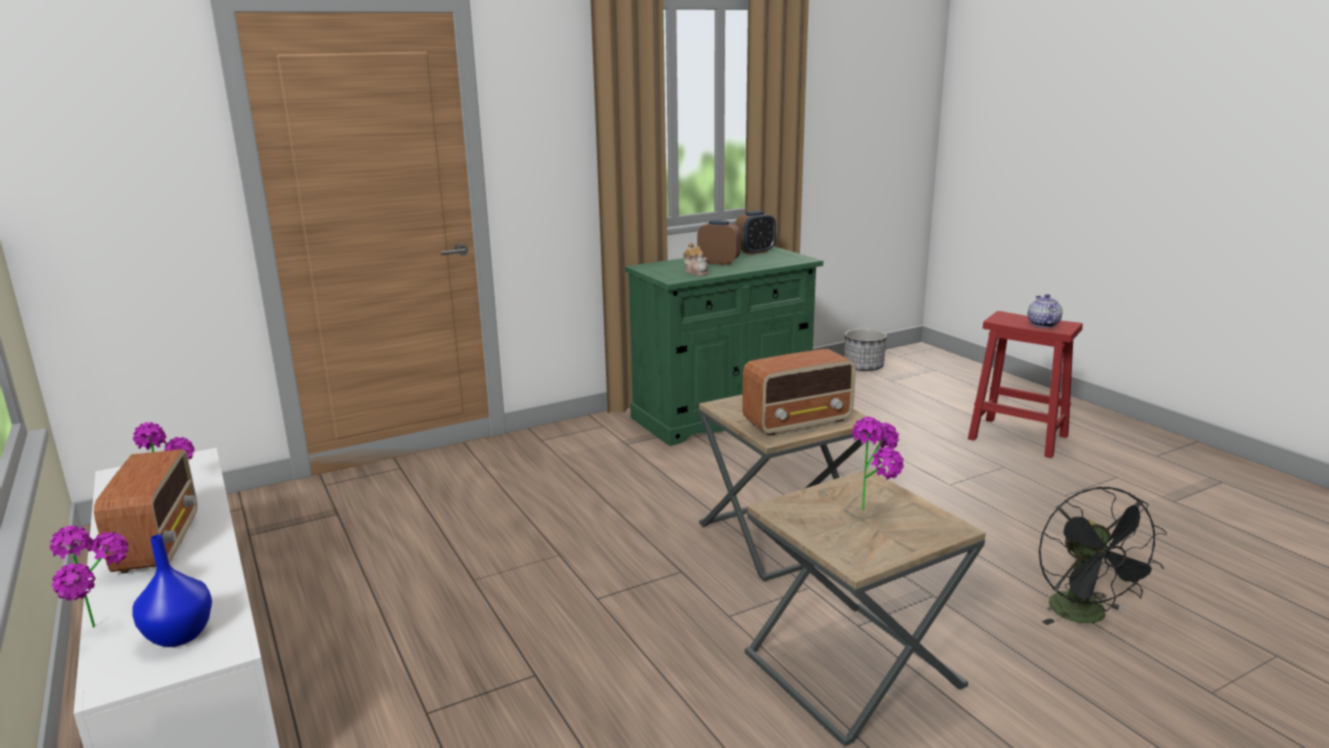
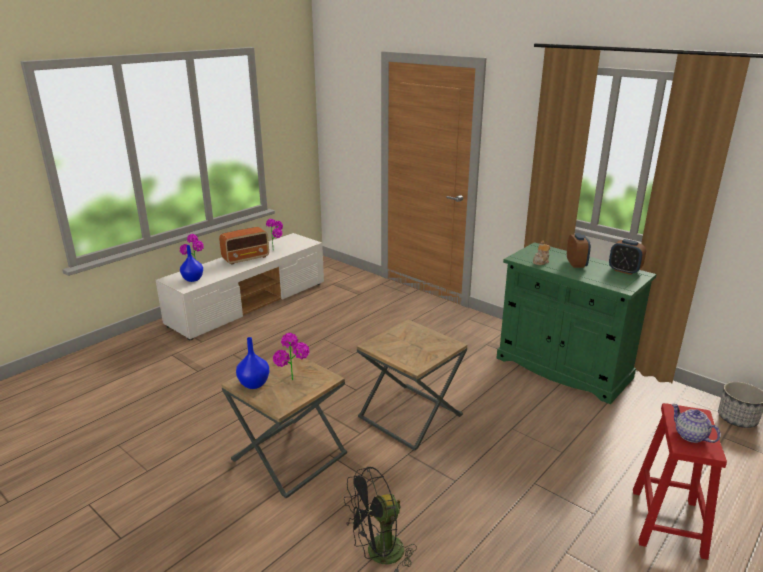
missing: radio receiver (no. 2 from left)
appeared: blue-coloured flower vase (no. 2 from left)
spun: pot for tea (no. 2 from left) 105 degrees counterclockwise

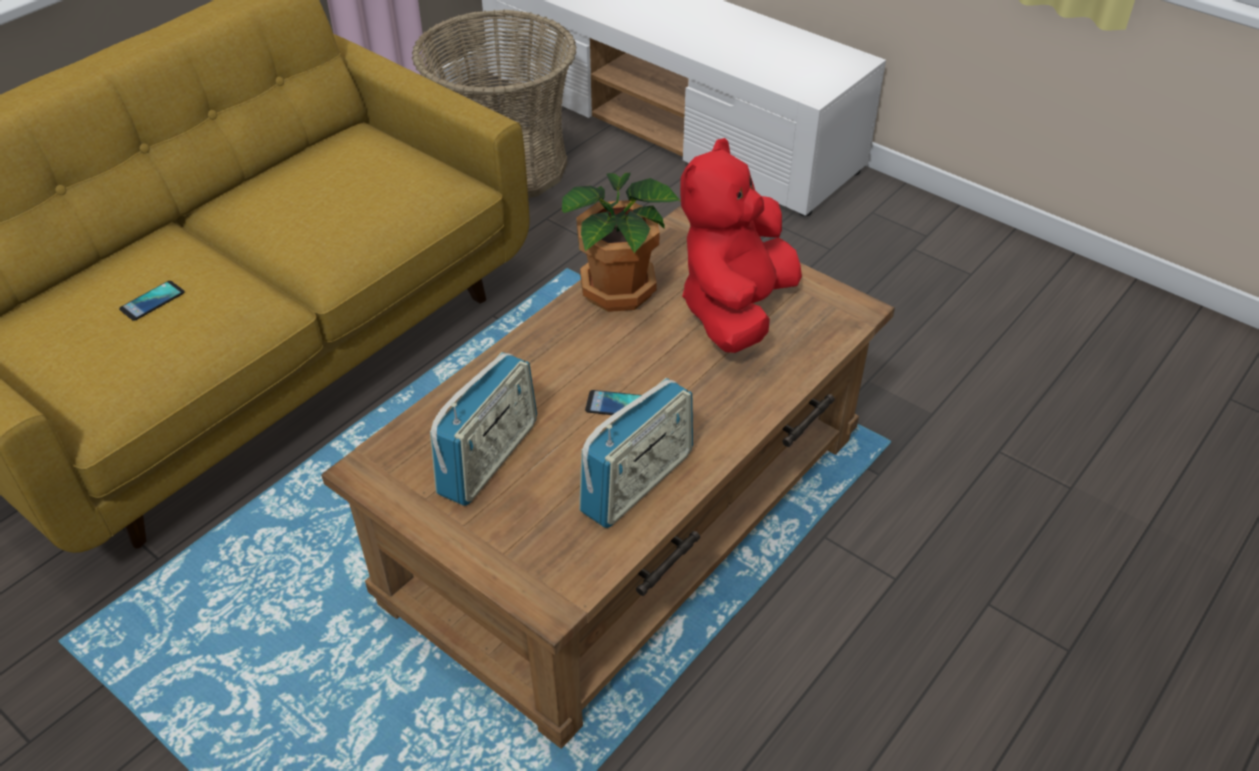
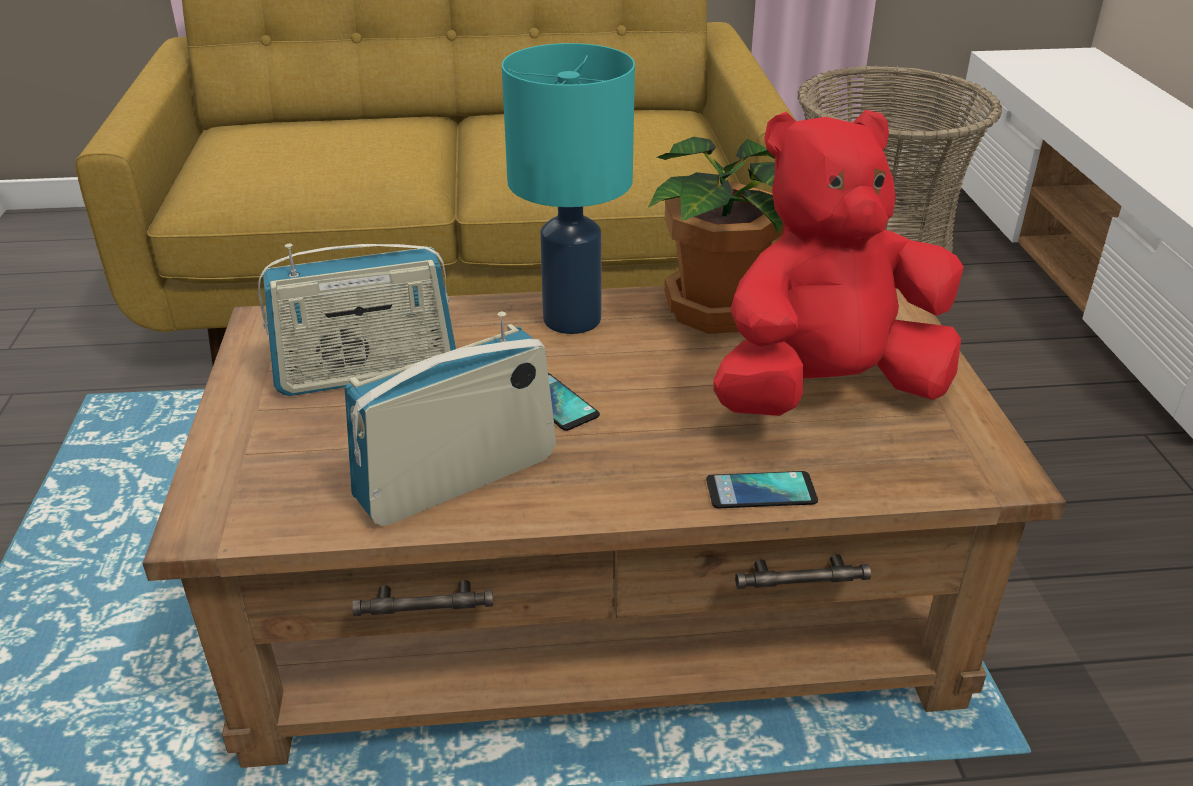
appeared: blue-green table lamp
relocated: phone (no. 1 from left in the first image) to phone (no. 2 from left)
spun: radio receiver (no. 2 from left) 150 degrees clockwise

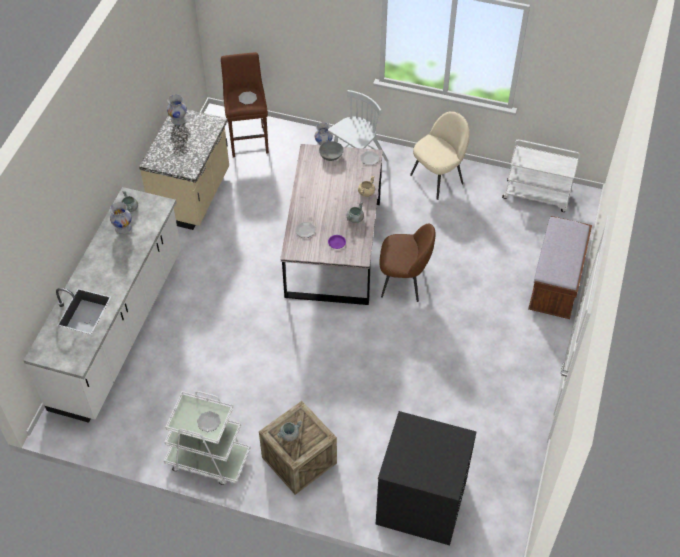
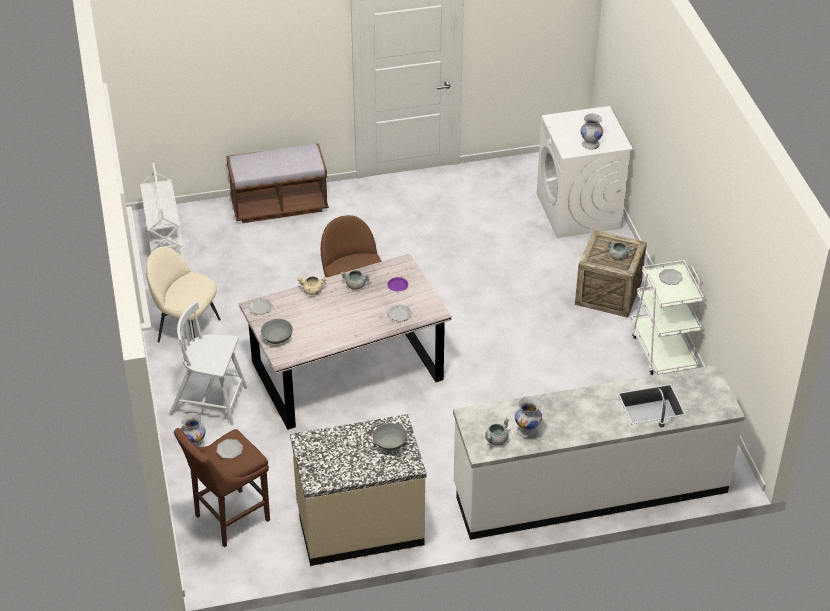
appeared: gray serving bowl (no. 2 from left)
relocated: white-coloured flower vase (no. 2 from left in the first image) to white-coloured flower vase (no. 3 from left)
colour: black laundry appliance to white-coloured laundry appliance

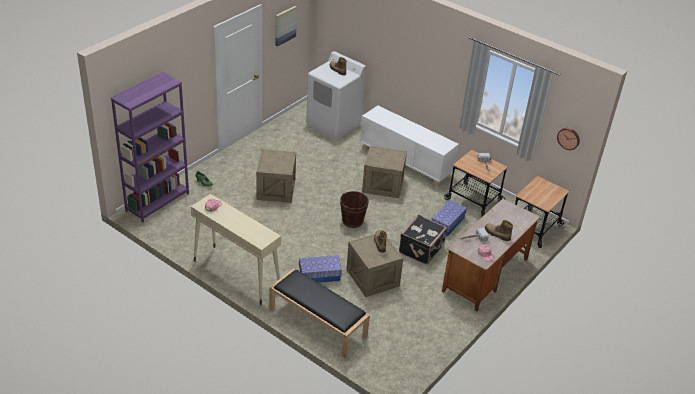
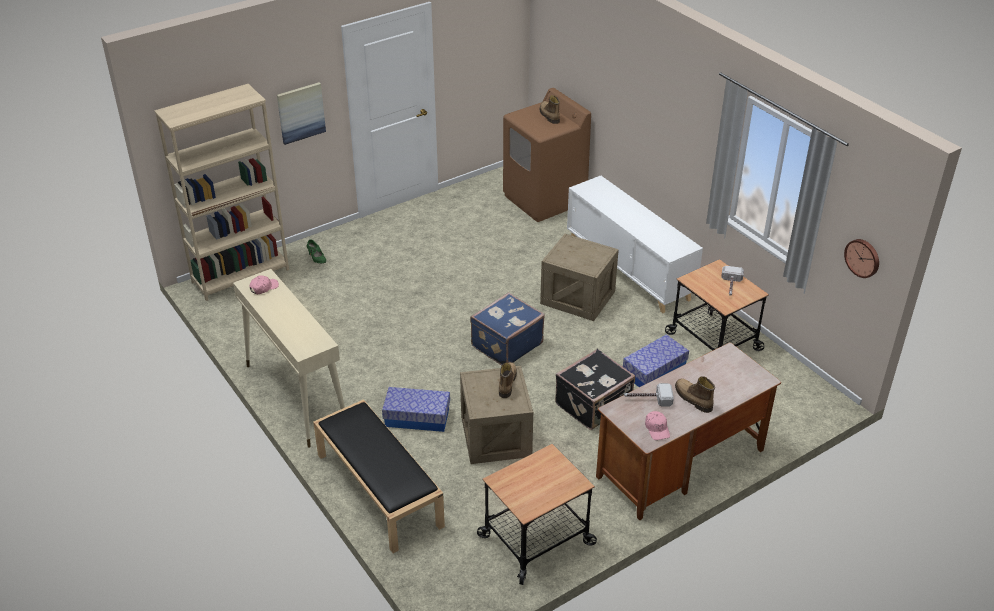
missing: crate (no. 1 from left)
relocated: picture; wheeled cart (no. 2 from left in the first image) to wheeled cart (no. 1 from left)
exchanged: brown-coloured bucket to blue-coloured piece of luggage
colour: purple shelving unit to sand-coloured shelving unit; white-coloured laundry appliance to brown-coloured laundry appliance

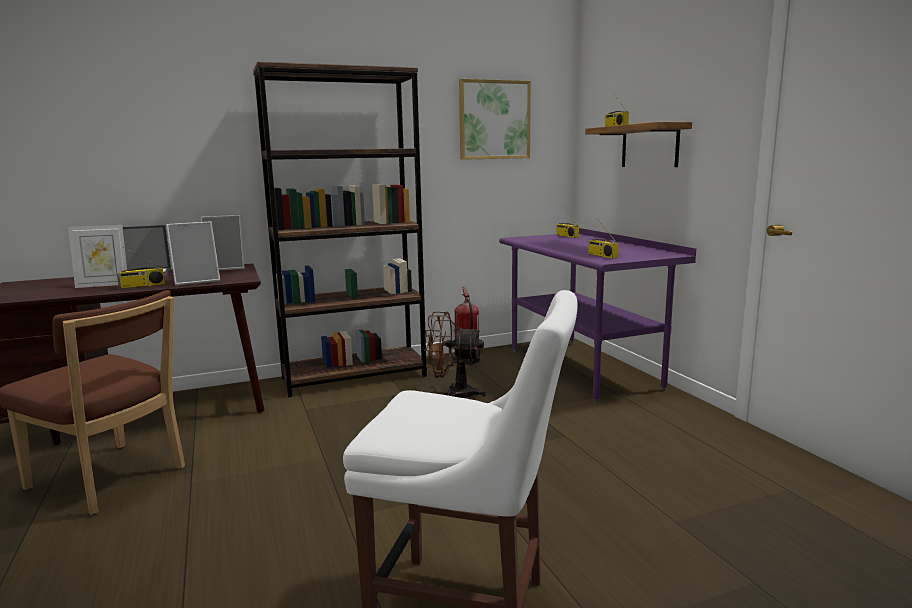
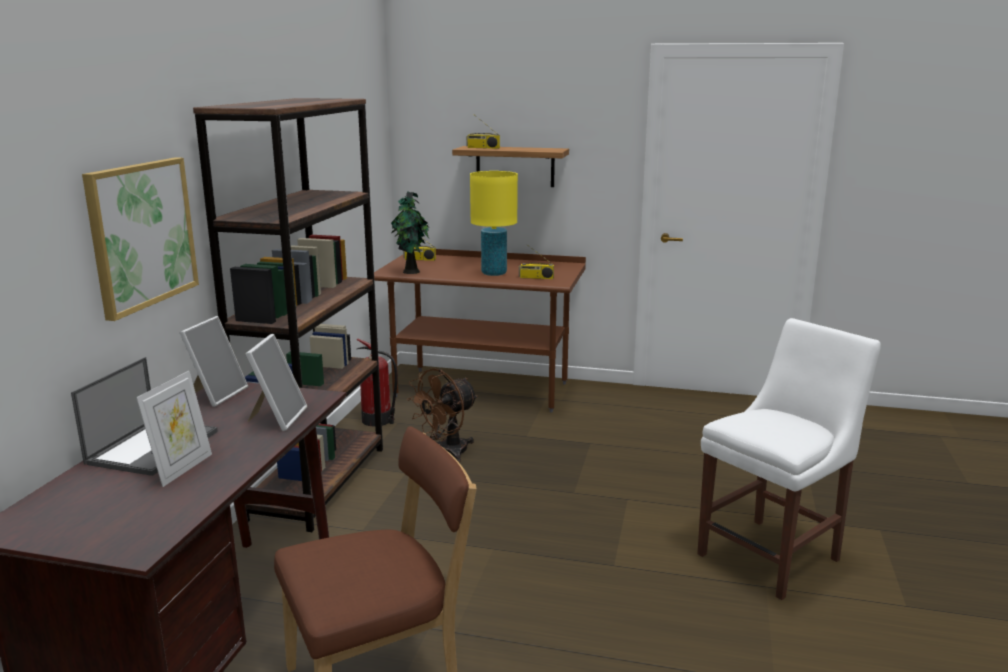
missing: radio receiver (no. 1 from left)
appeared: potted plant; yellow table lamp
relocated: picture
colour: purple desk table to brown-coloured desk table (no. 2 from left)

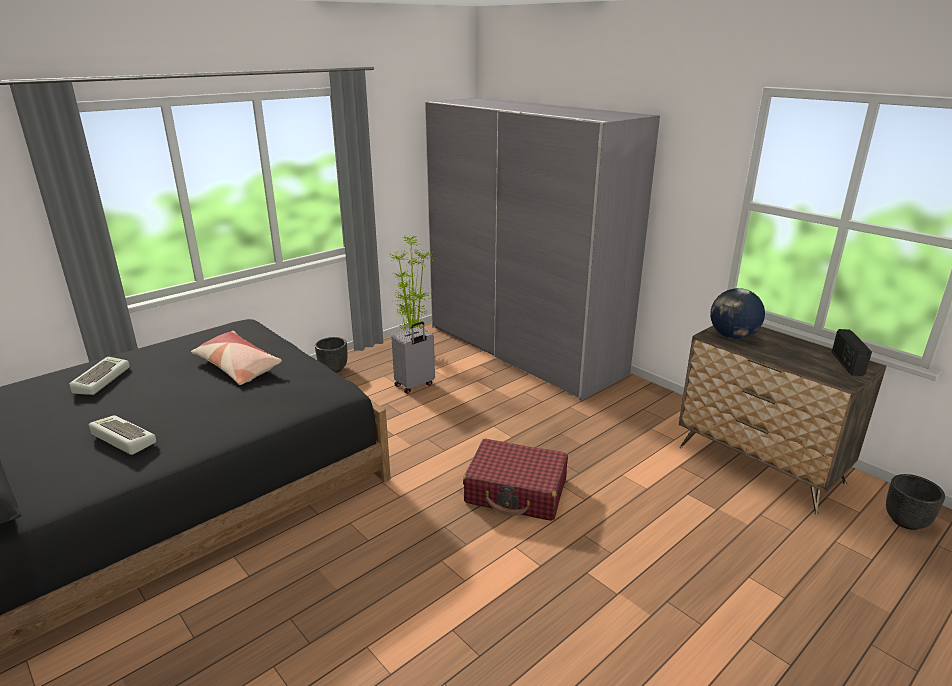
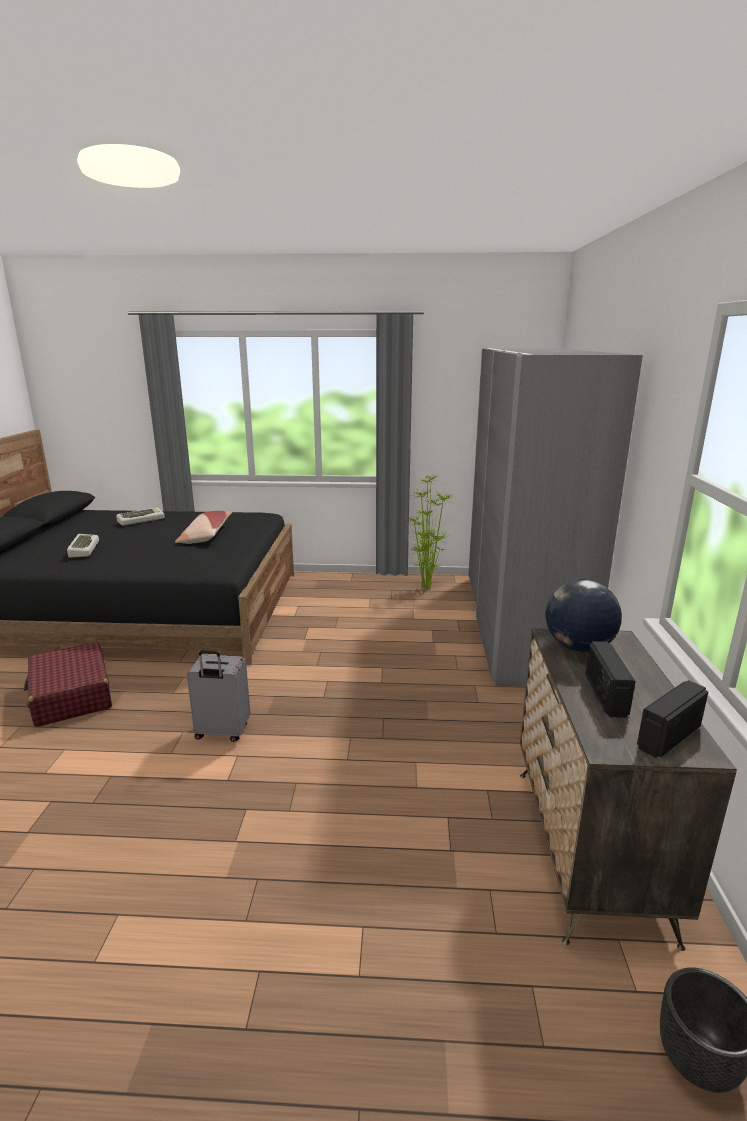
missing: black planter (no. 1 from left)
appeared: radio receiver (no. 1 from left)
relocated: red piece of luggage; gray piece of luggage

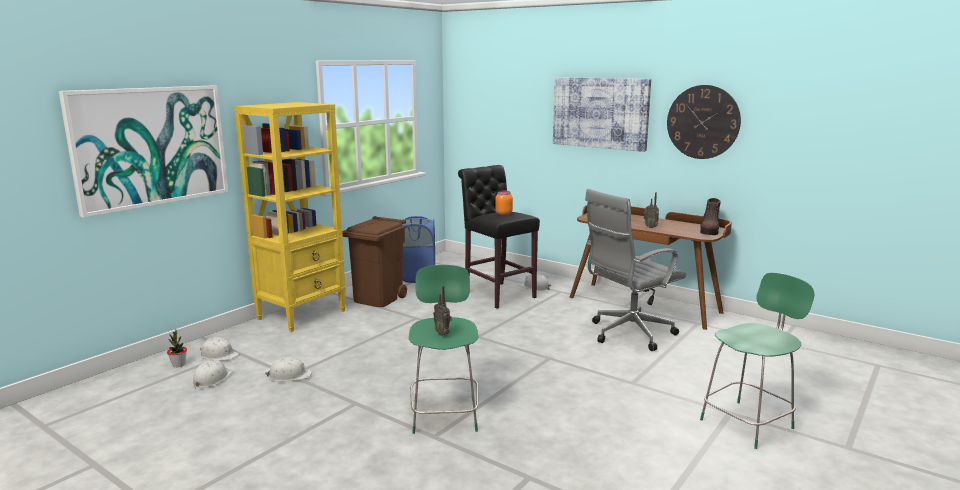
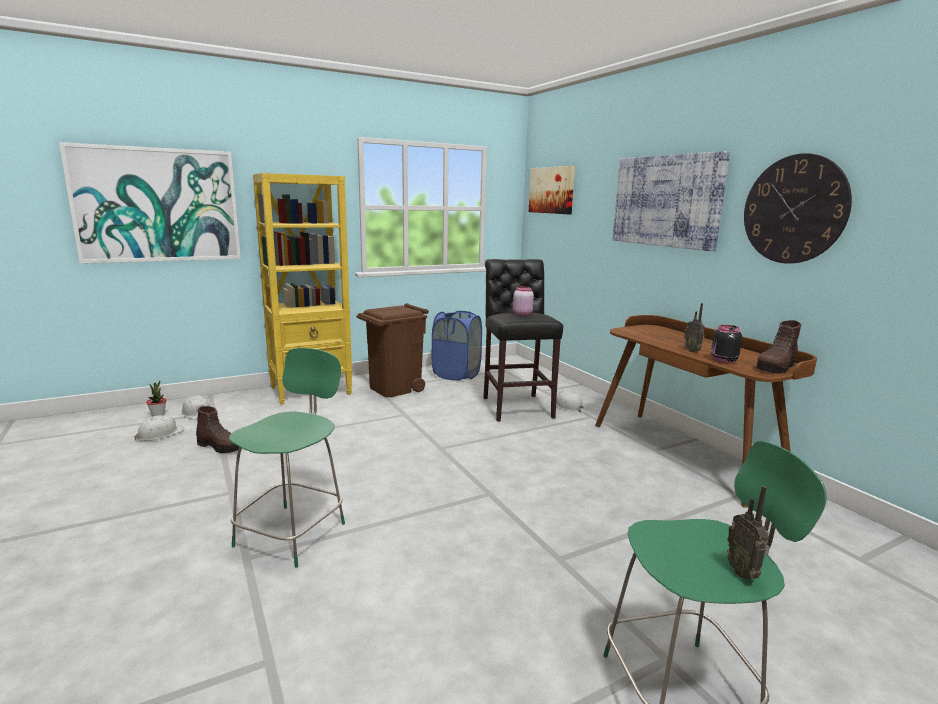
missing: gray office chair
appeared: picture (no. 2 from left); black storage jar
relocated: radio receiver (no. 1 from left in the first image) to radio receiver (no. 2 from left)
exchanged: white-coloured hard hat (no. 3 from left) to brown-coloured boot (no. 1 from left)
colour: orange storage jar to pink-coloured storage jar

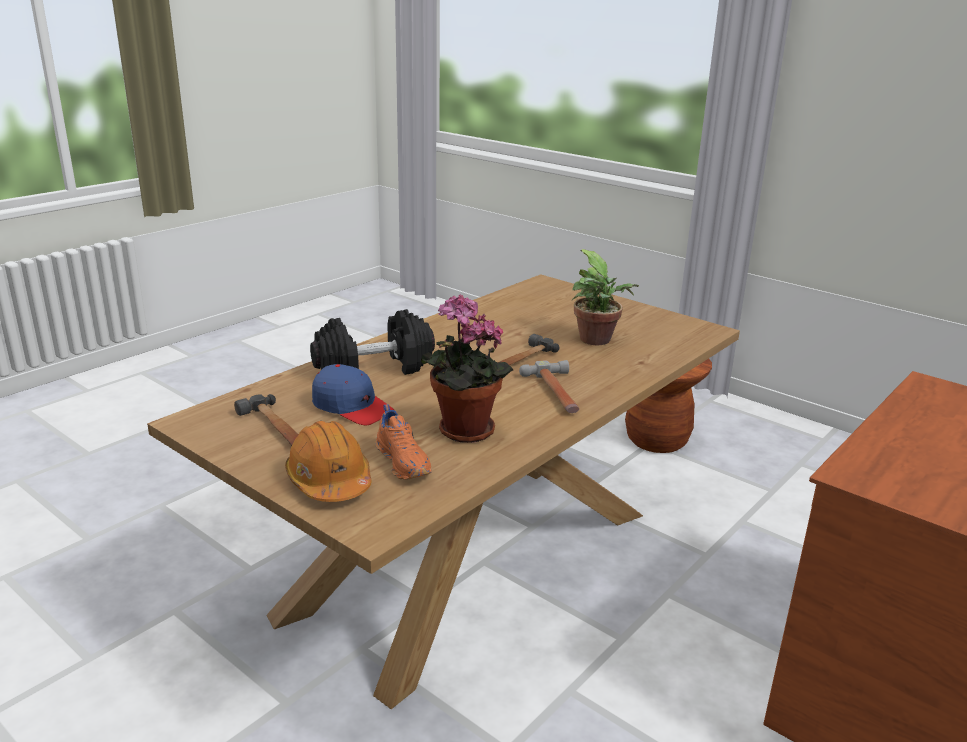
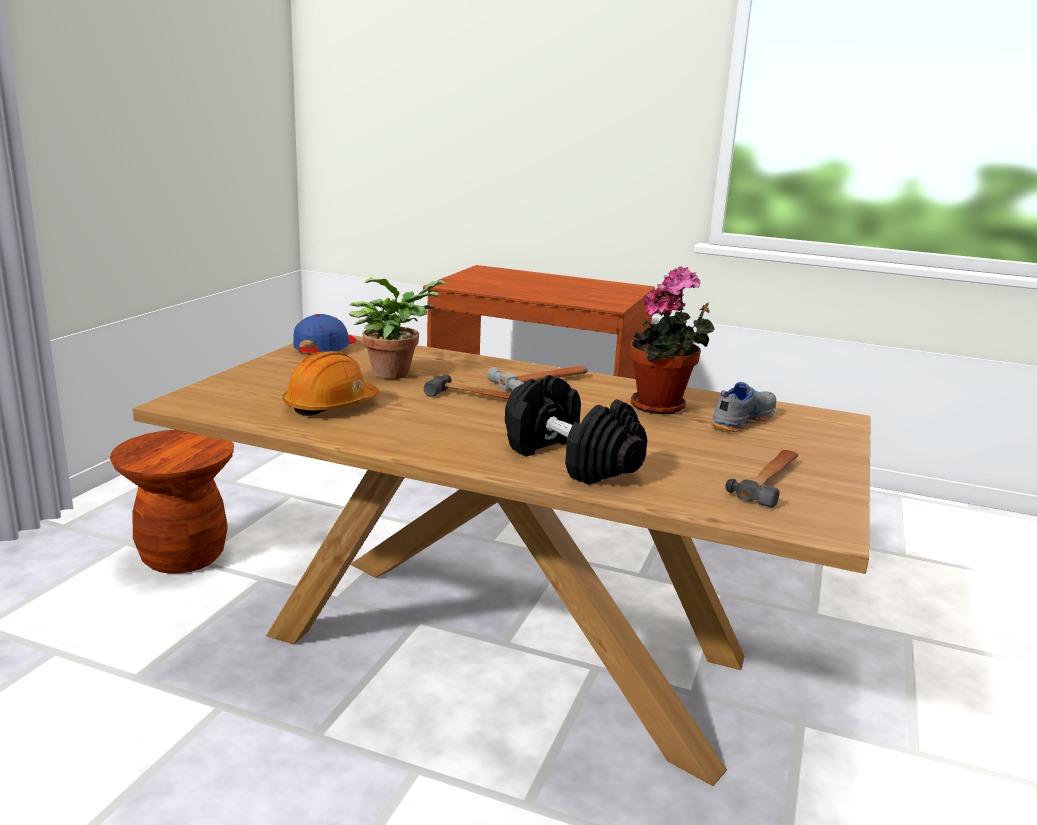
relocated: orange hard hat; blue-coloured cap
colour: orange low shoe to gray low shoe

